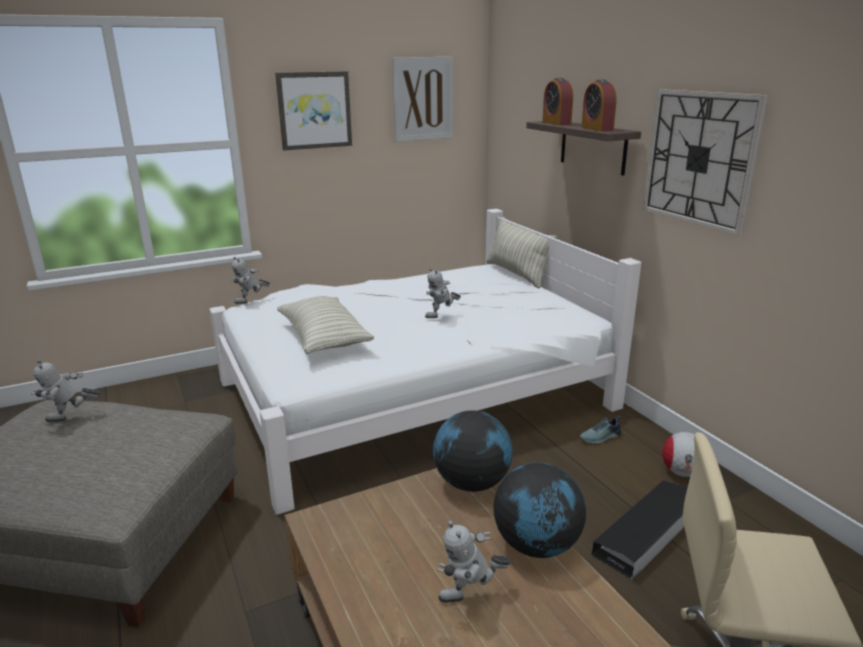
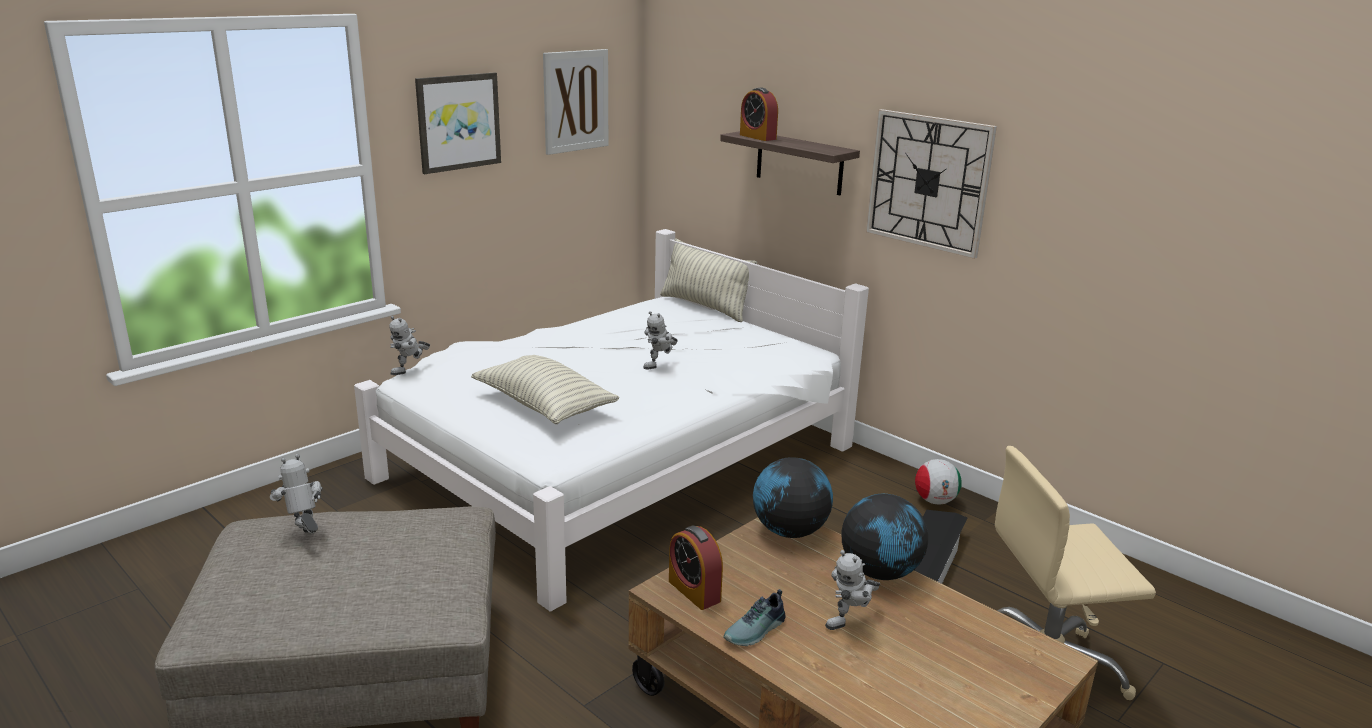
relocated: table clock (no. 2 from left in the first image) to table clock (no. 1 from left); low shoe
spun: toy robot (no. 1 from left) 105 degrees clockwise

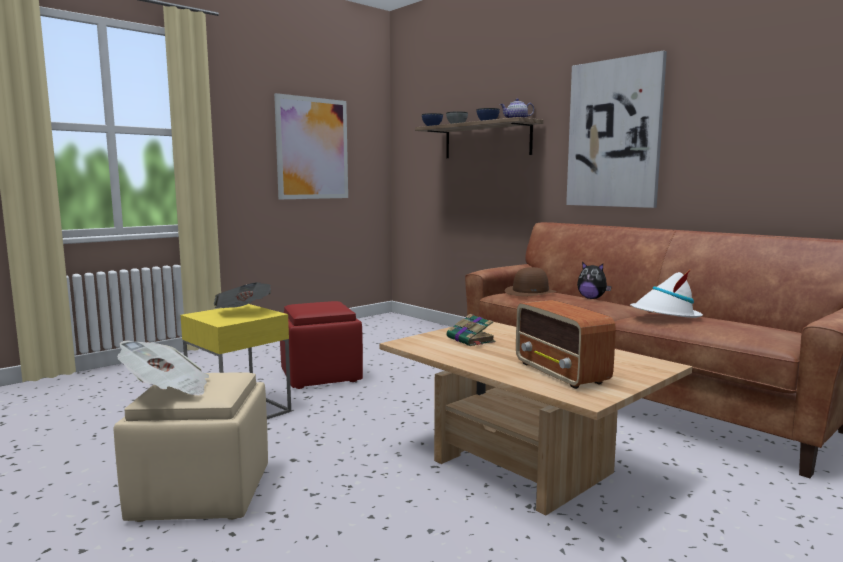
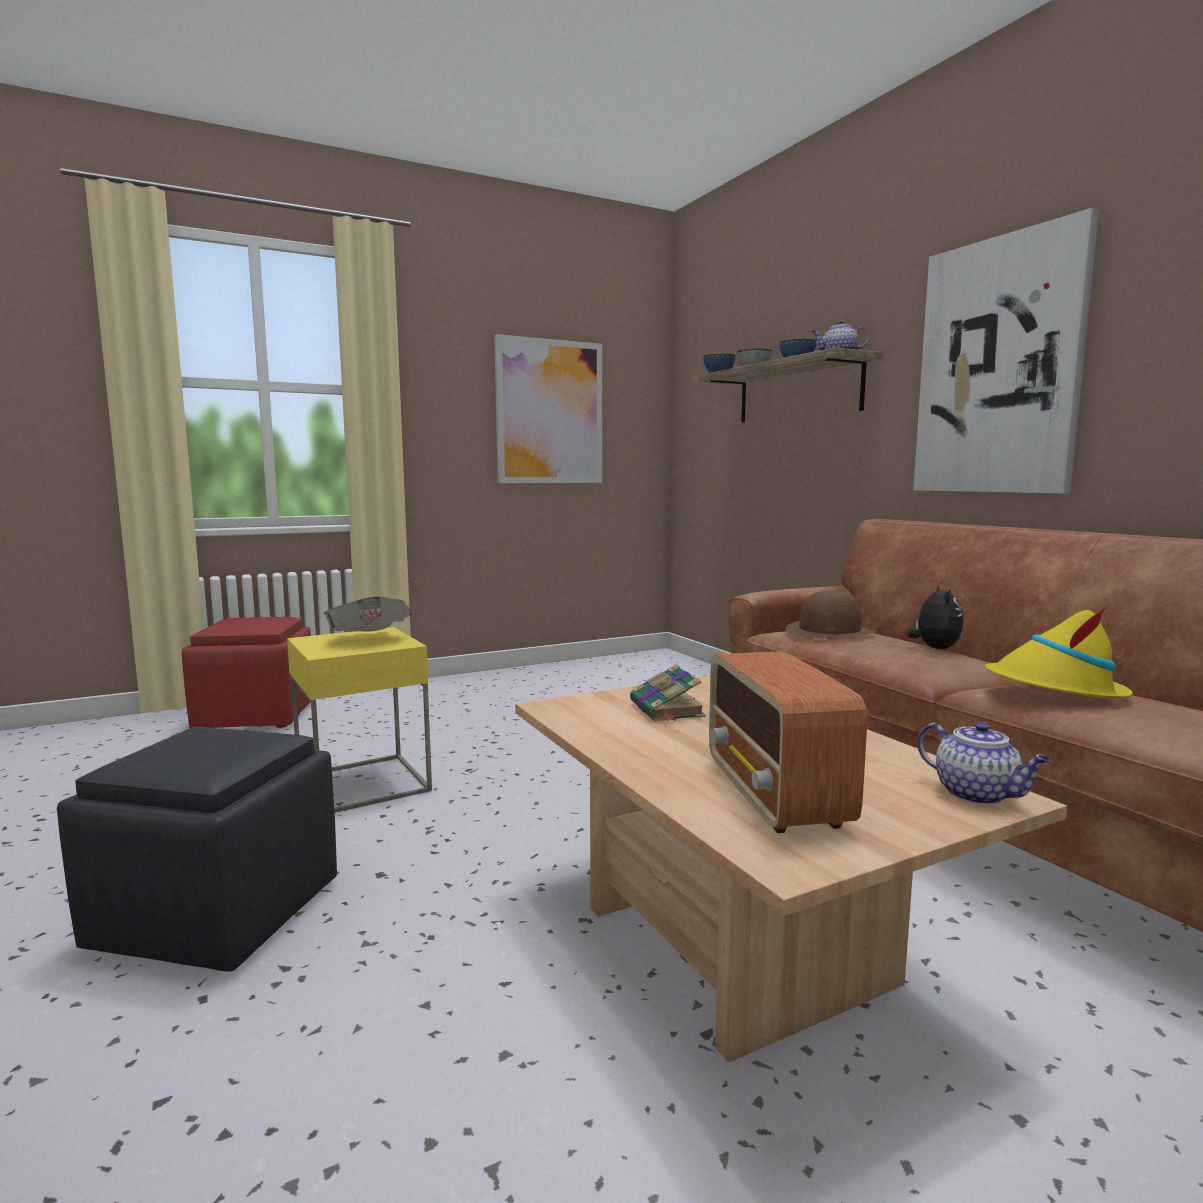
missing: printed paper (no. 1 from left)
appeared: pot for tea (no. 2 from left)
relocated: red pouffe
colour: sand-coloured pouffe to black pouffe; white-coloured wearable hat to yellow wearable hat
spun: plush toy 135 degrees counterclockwise

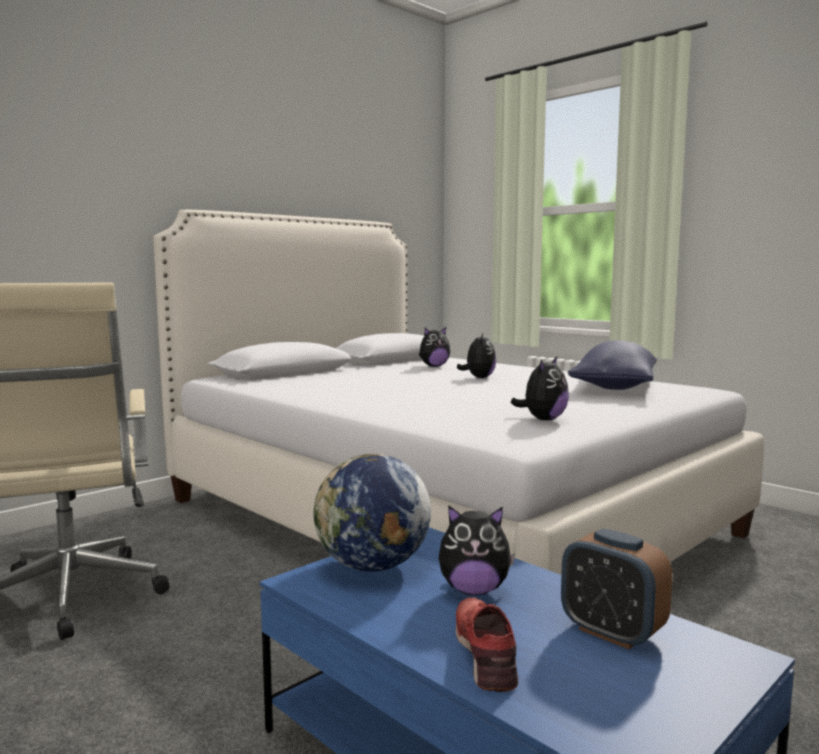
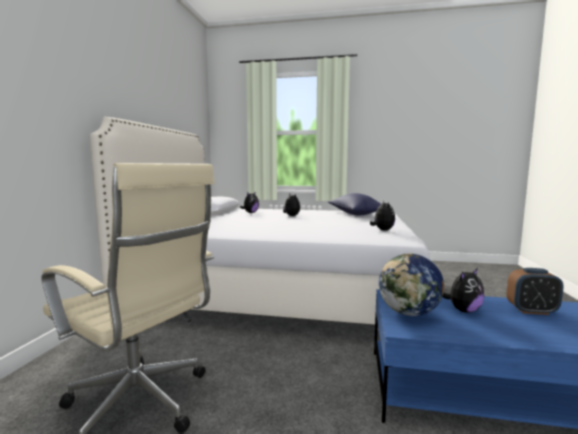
missing: red low shoe

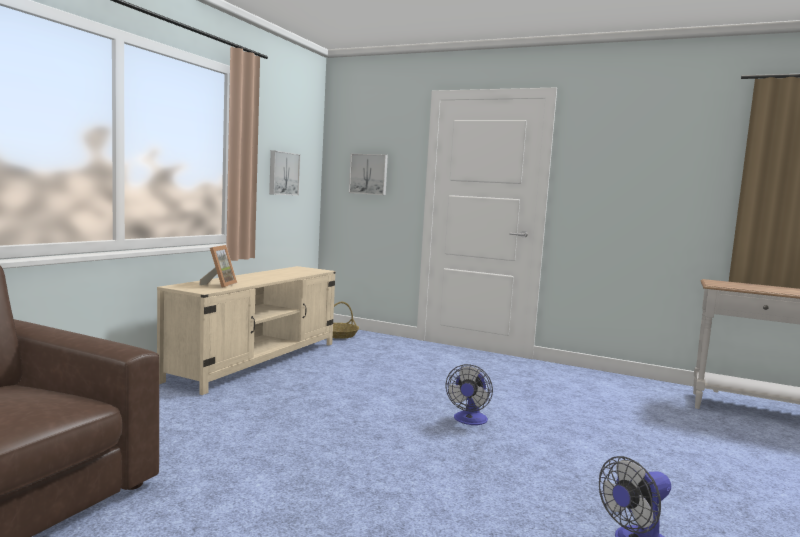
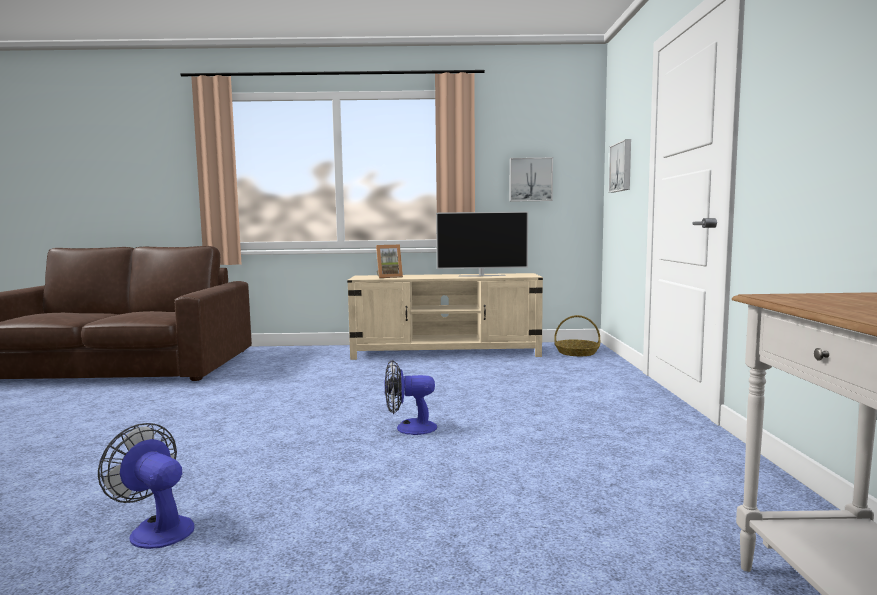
appeared: TV

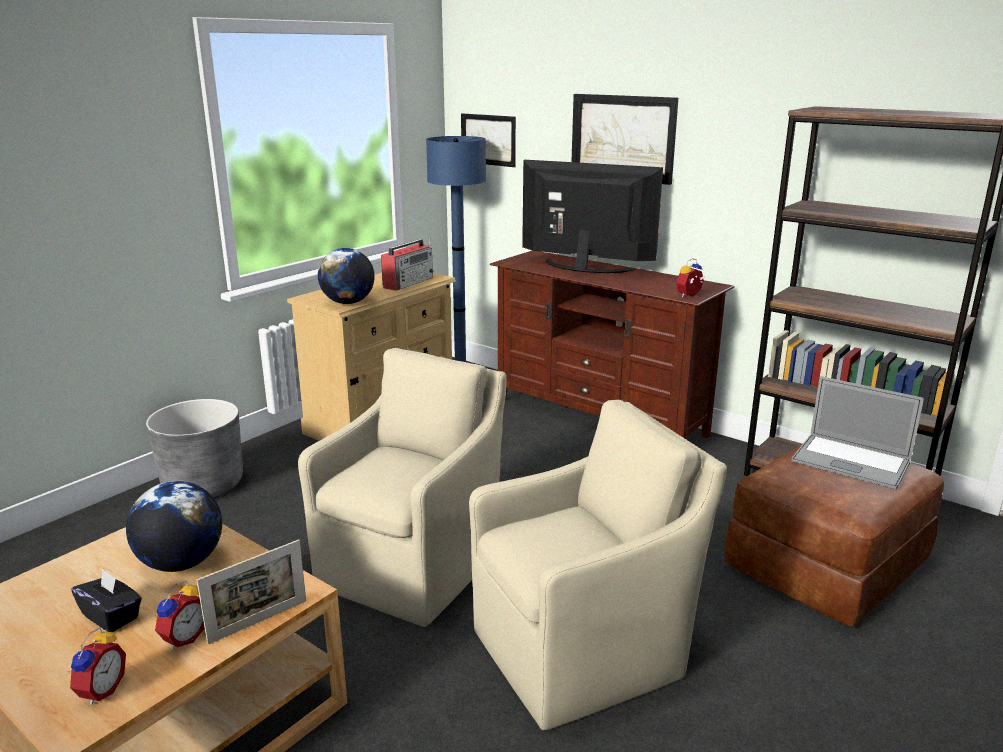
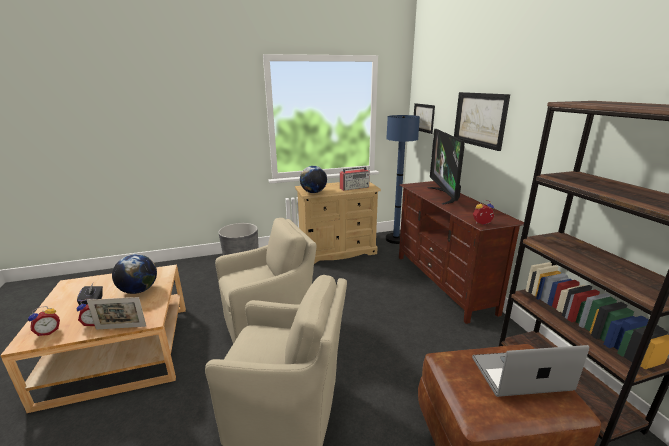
spun: TV 150 degrees counterclockwise; notebook computer 105 degrees clockwise

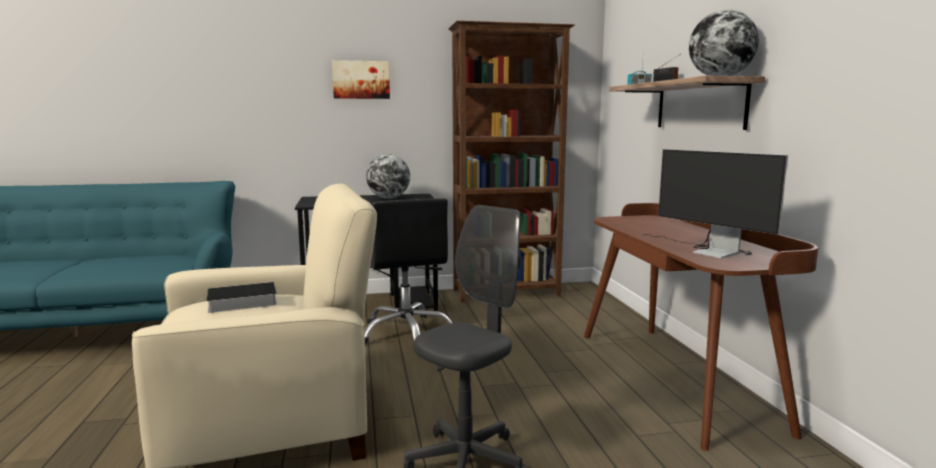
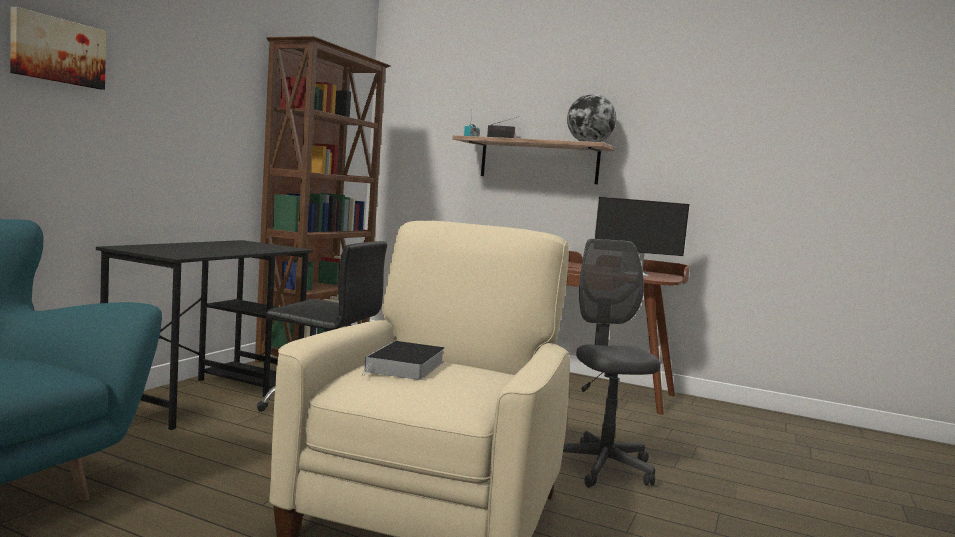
missing: desk globe (no. 1 from left)
relocated: picture

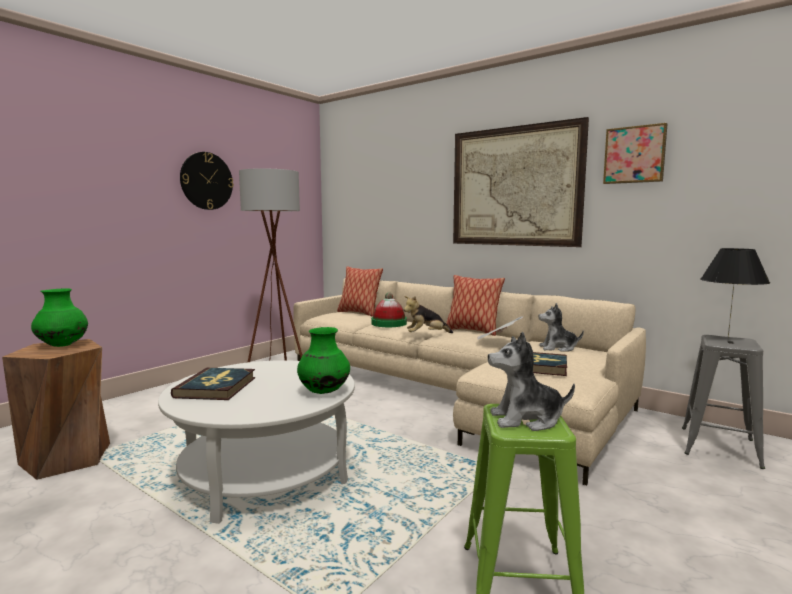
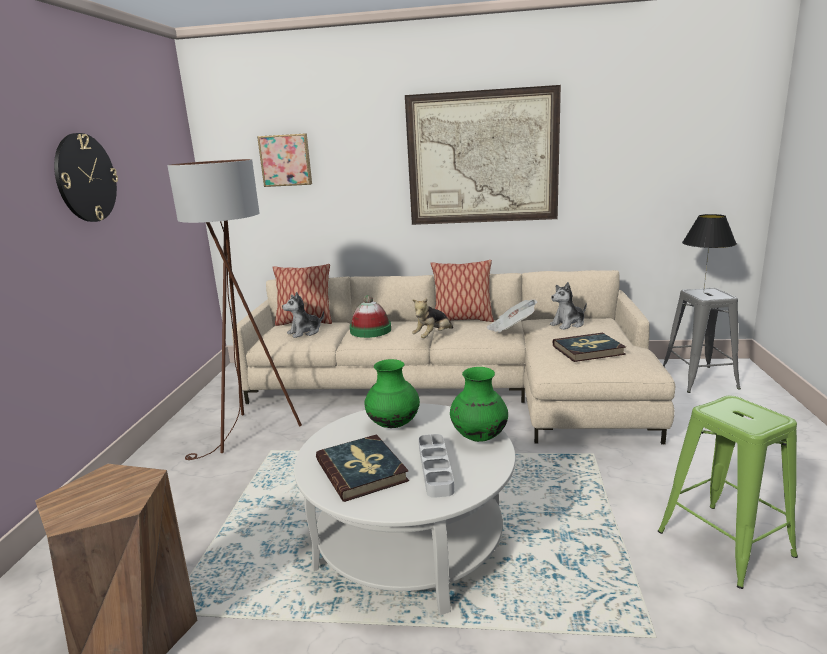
appeared: gray tray
relocated: picture (no. 2 from left in the first image) to picture (no. 1 from left); plush toy (no. 2 from left in the first image) to plush toy (no. 1 from left); greenish flower vase (no. 1 from left)

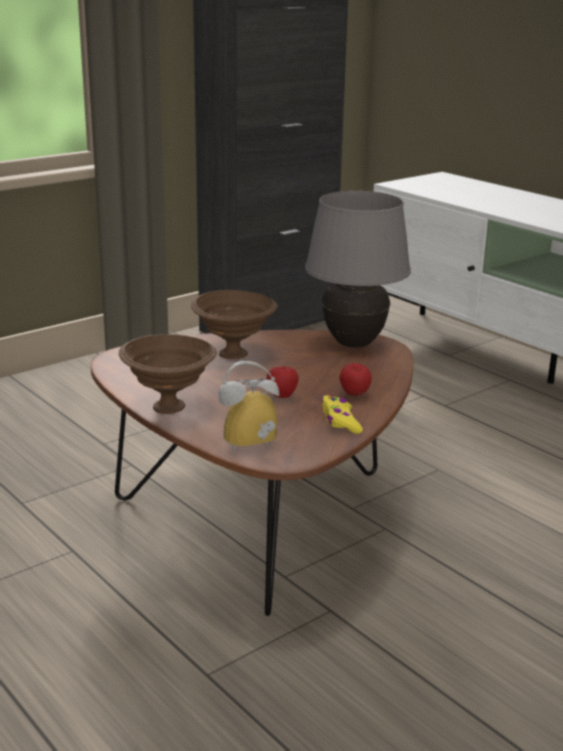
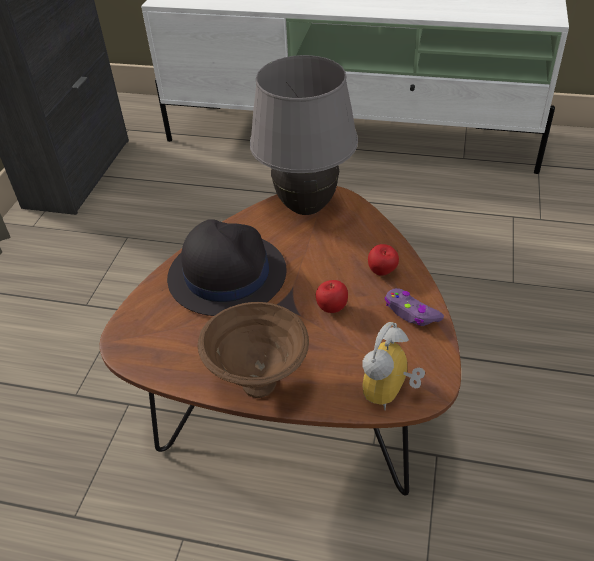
exchanged: brown-coloured serving bowl (no. 2 from left) to black wearable hat
colour: yellow joypad to purple joypad

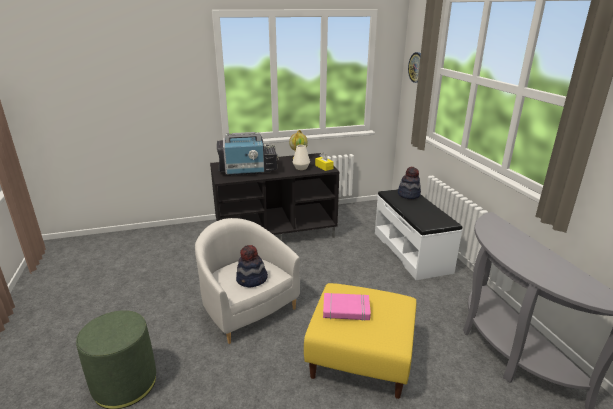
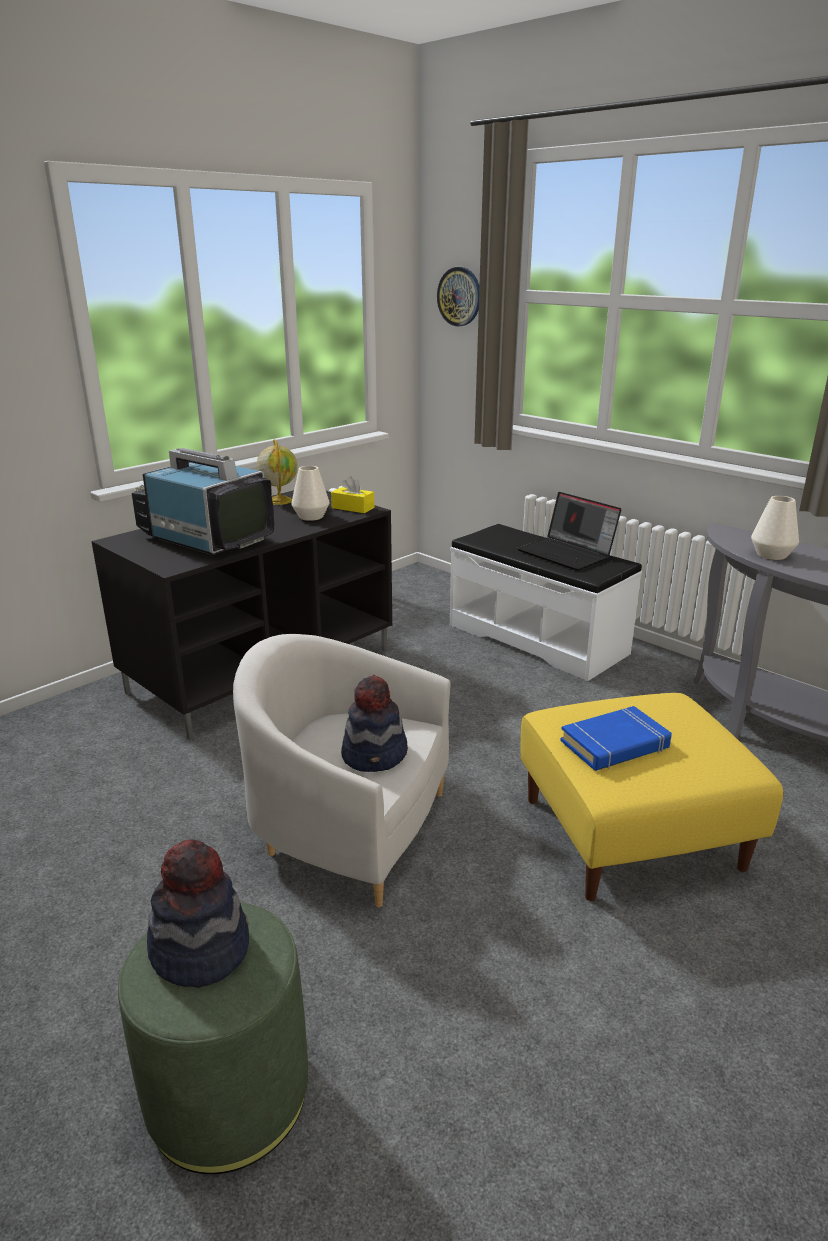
appeared: notebook computer; white-coloured flower vase (no. 2 from left)
relocated: wearable hat (no. 2 from left in the first image) to wearable hat (no. 1 from left)
colour: pink-coloured volume to blue-coloured volume
spun: TV 105 degrees counterclockwise

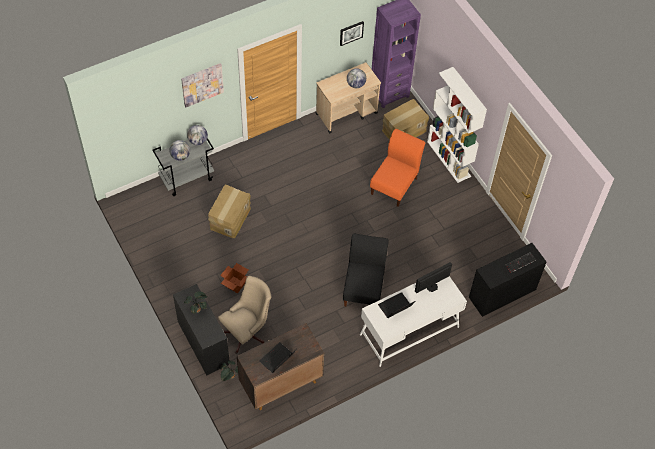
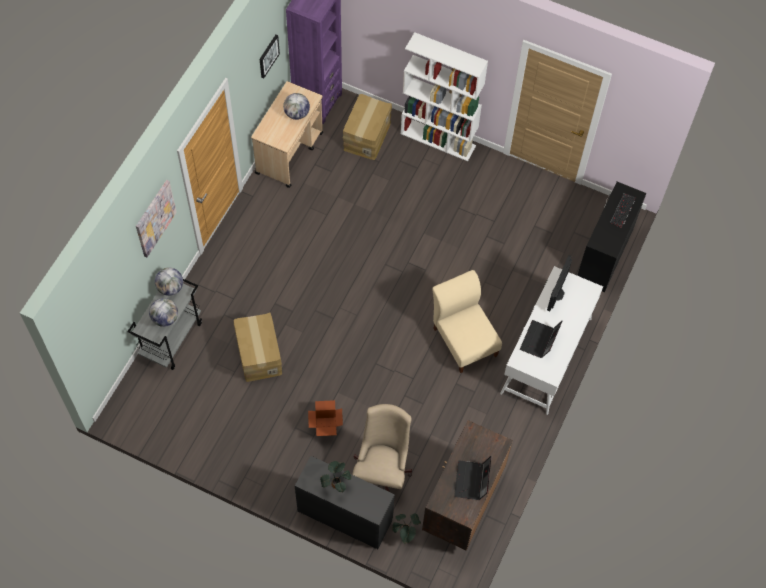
missing: orange chair
colour: black chair to sand-coloured chair

